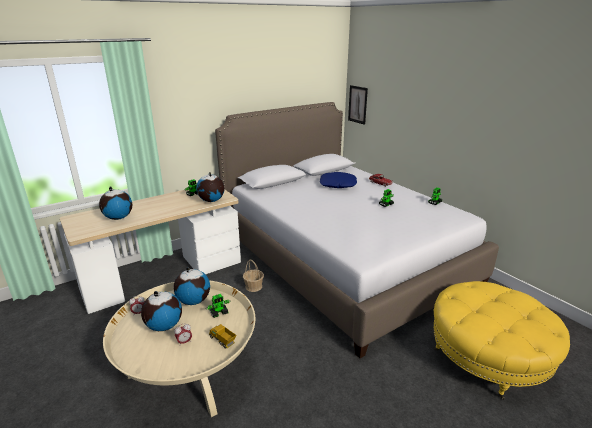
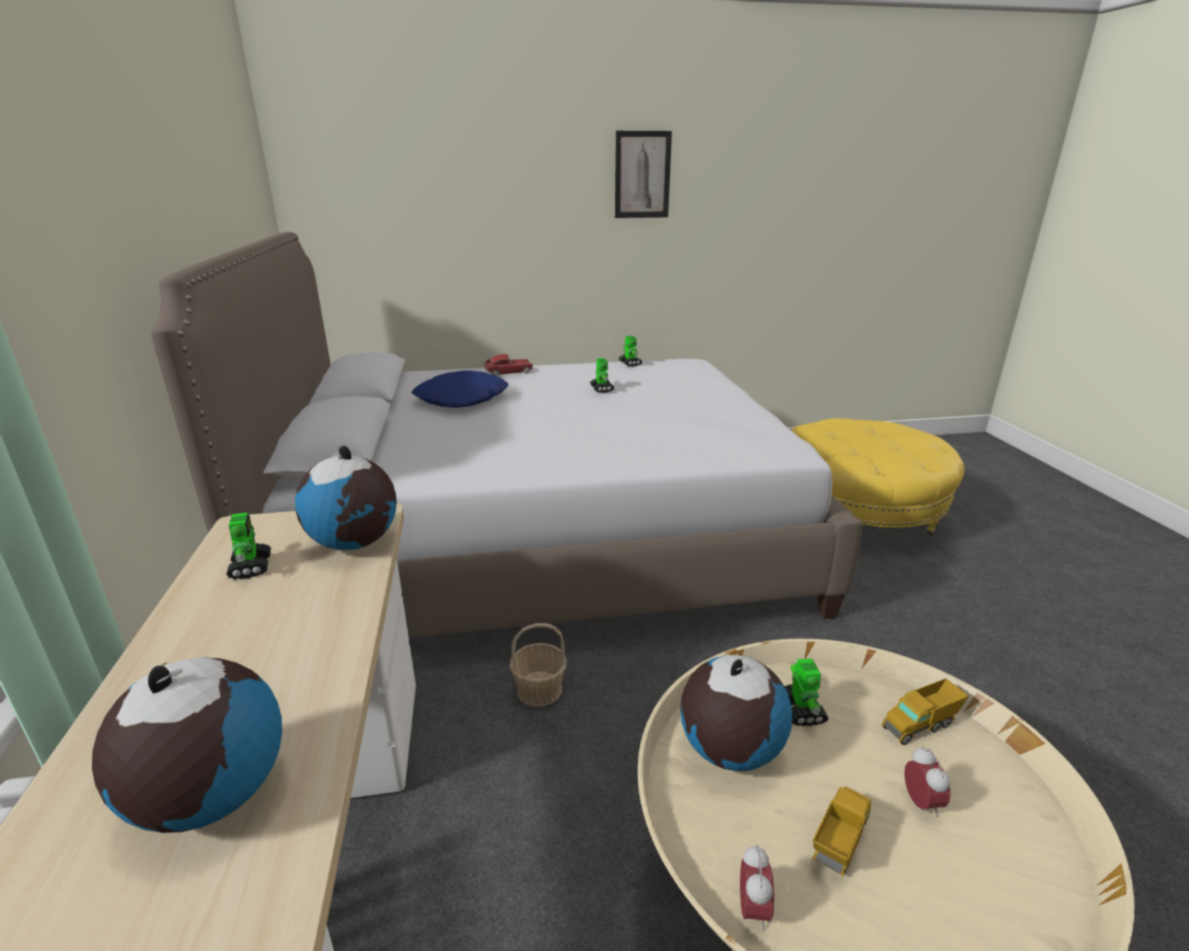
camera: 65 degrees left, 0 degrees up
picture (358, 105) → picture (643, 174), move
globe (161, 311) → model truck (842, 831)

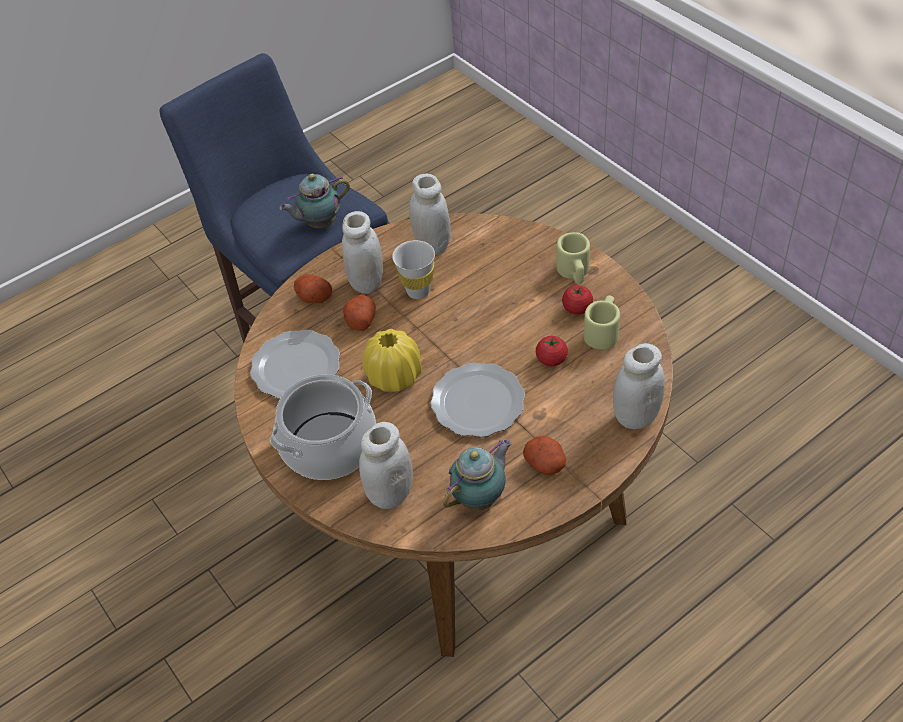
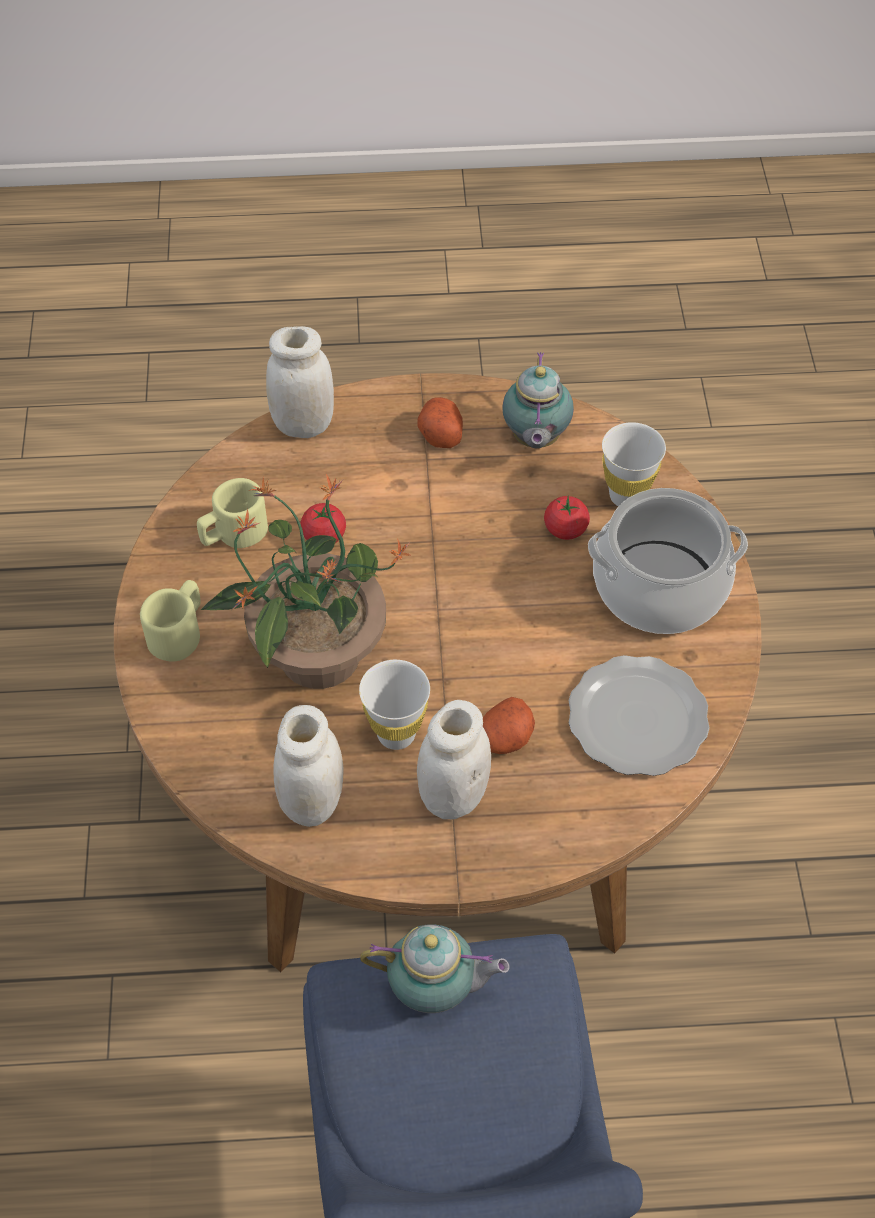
camera: 150 degrees left, 5 degrees up
whole potato (313, 288) → -
decorative vase in yellow (392, 360) → -
dinner plate (477, 399) → -
- → potted plant (306, 581)
whole tomato (577, 300) → whole tomato (567, 517), move
storage jar in whitish (386, 465) → cup in whitish (634, 464)
teapot (477, 475) → teapot (538, 400), 75 degrees counterclockwise

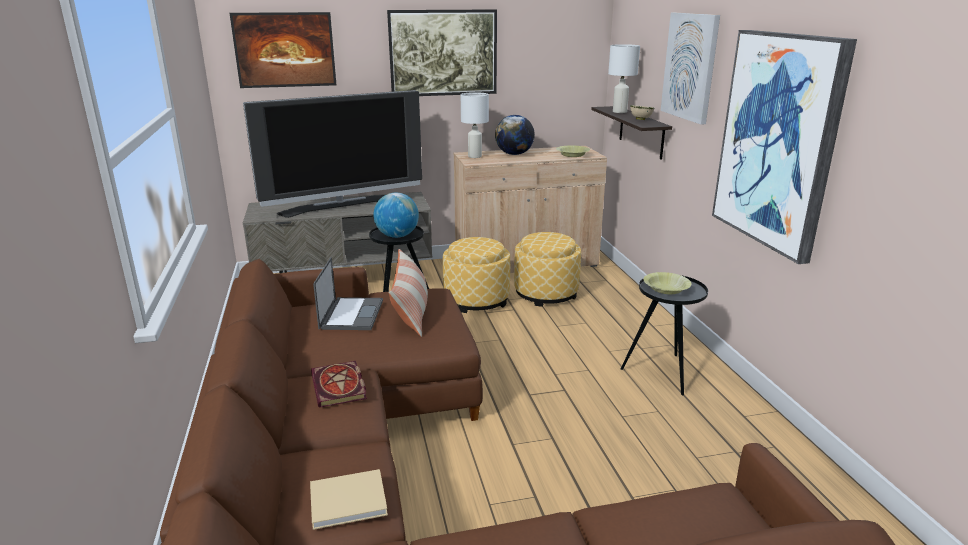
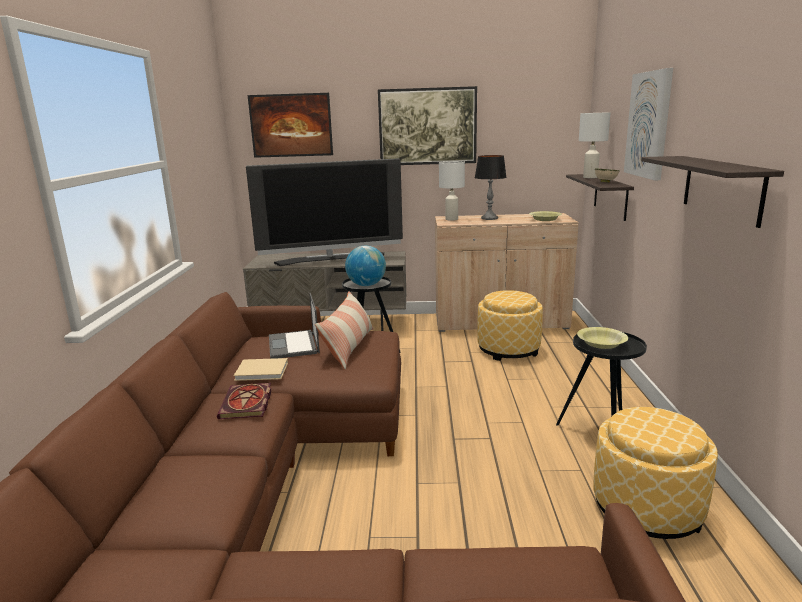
camera: 15 degrees right, 5 degrees down
bound book in beige (349, 499) → bound book in beige (261, 369), move
ottoman (476, 275) → ottoman (655, 473), move
globe (515, 135) → table lamp (491, 187)
picture (784, 147) → shelf (712, 192)
laptop (348, 293) → laptop (294, 325), 150 degrees clockwise

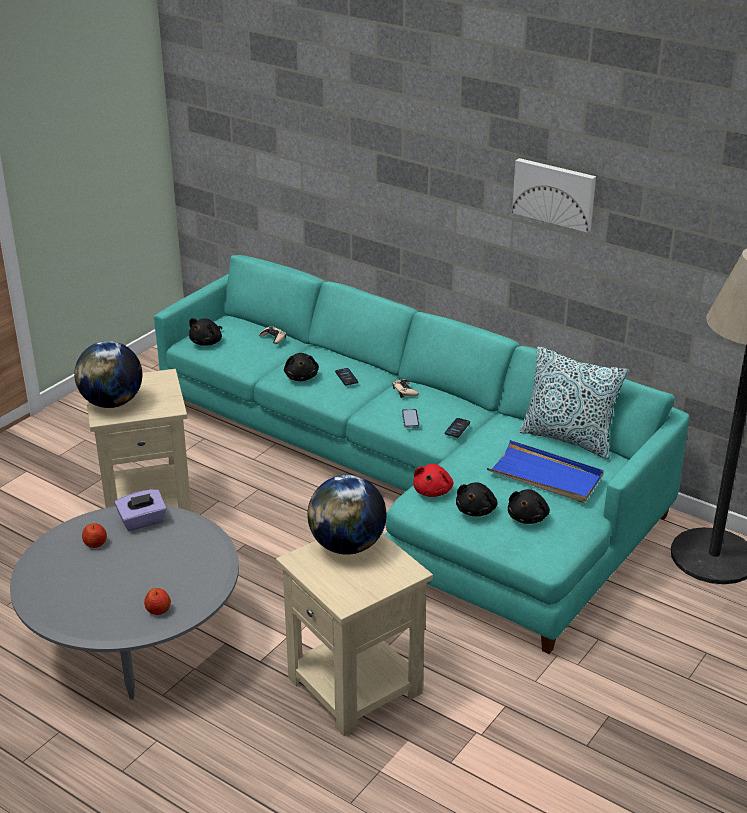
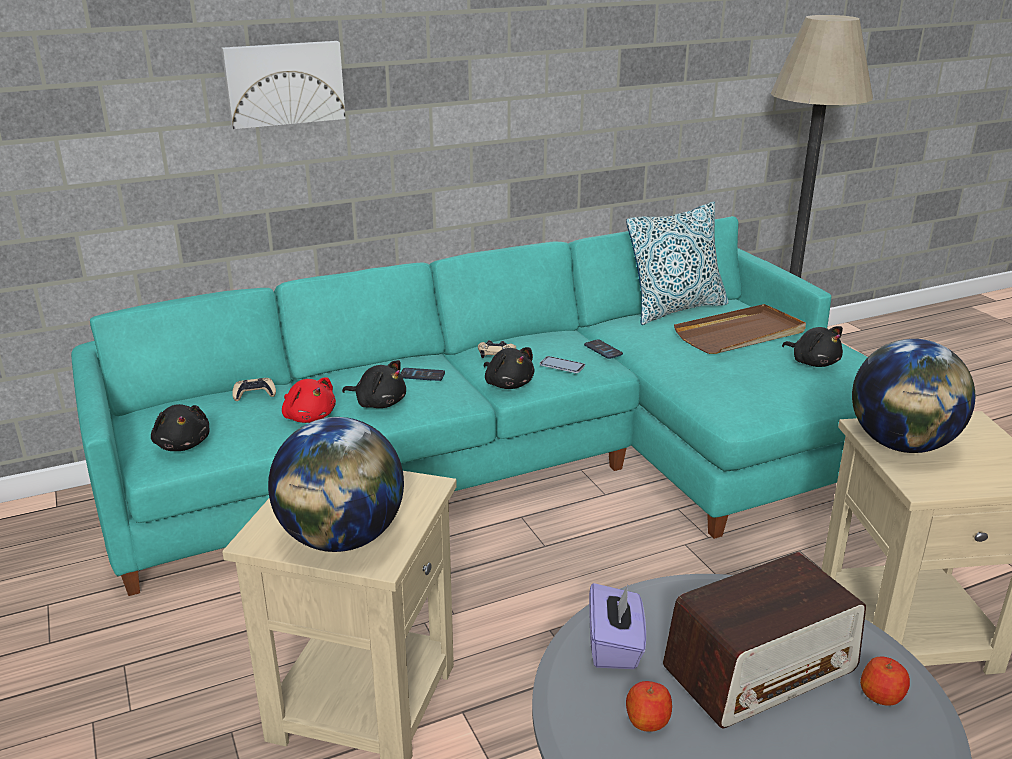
camera: 60 degrees left, 5 degrees down
- → radio (764, 640)
plush toy in red (433, 480) → plush toy in red (309, 400), move
plush toy in black-coloured (476, 499) → plush toy in black-coloured (509, 368), move
picture (554, 195) → picture (283, 85), move
tray in blue (545, 471) → tray in brown (740, 329)

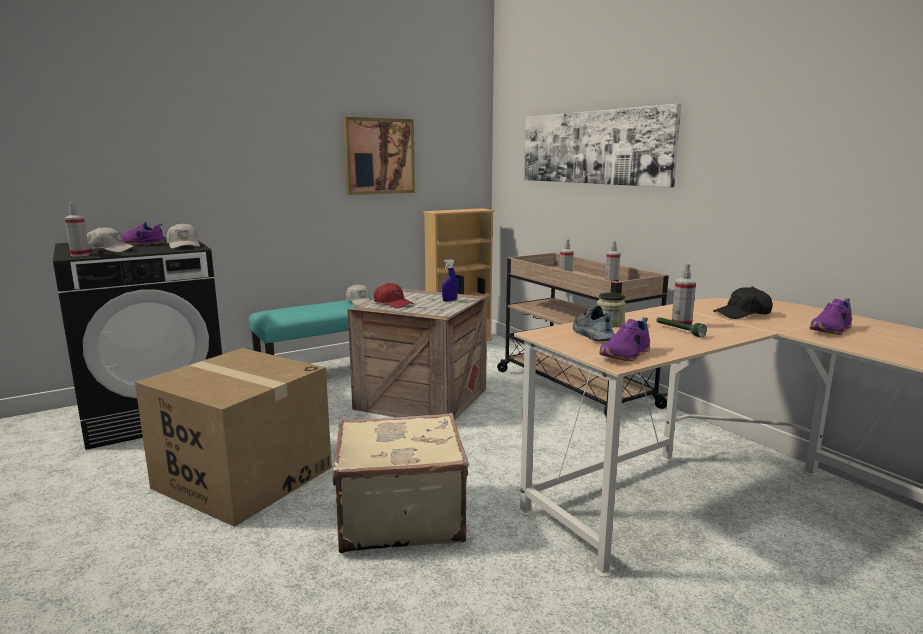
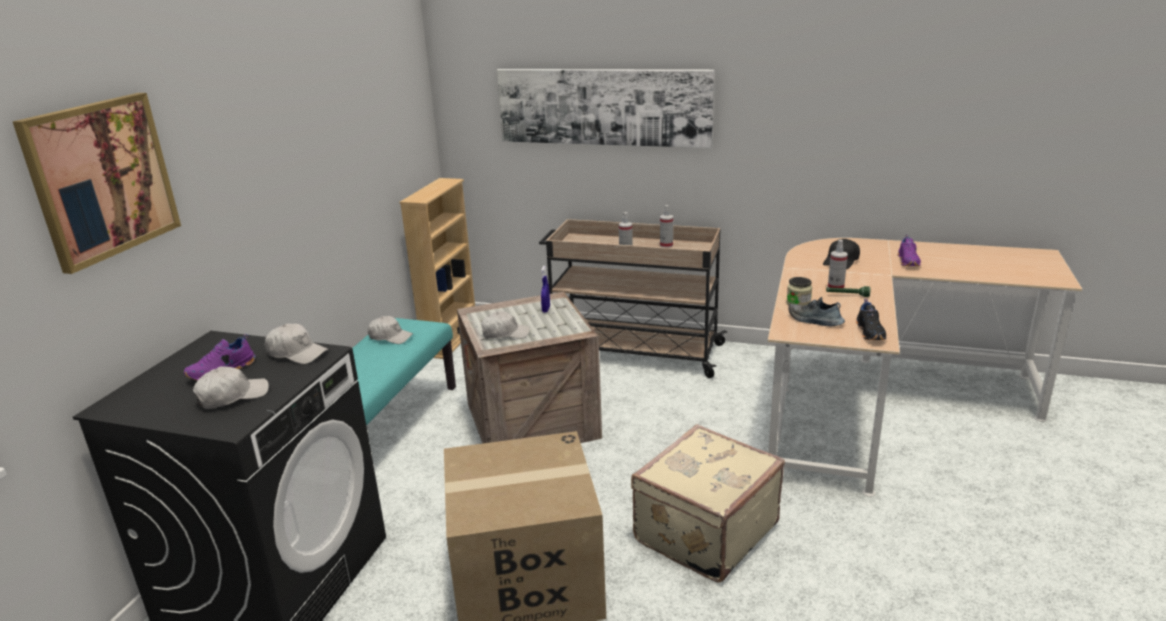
camera: 40 degrees left, 10 degrees up
spray bottle (77, 230) → -
picture (379, 156) → picture (96, 183), move
baseball cap in red (394, 295) → baseball cap in whitish (505, 325)
shoe in purple (624, 339) → shoe in black-coloured (871, 319)

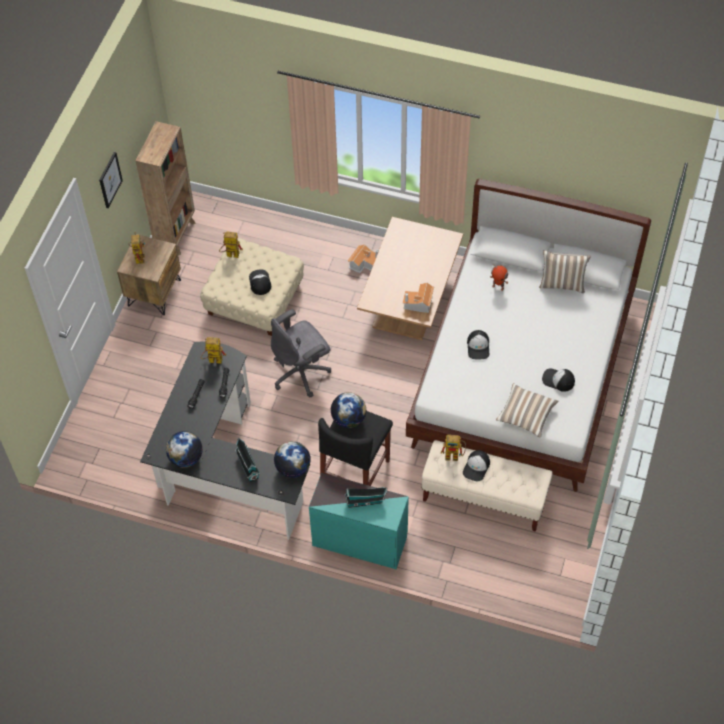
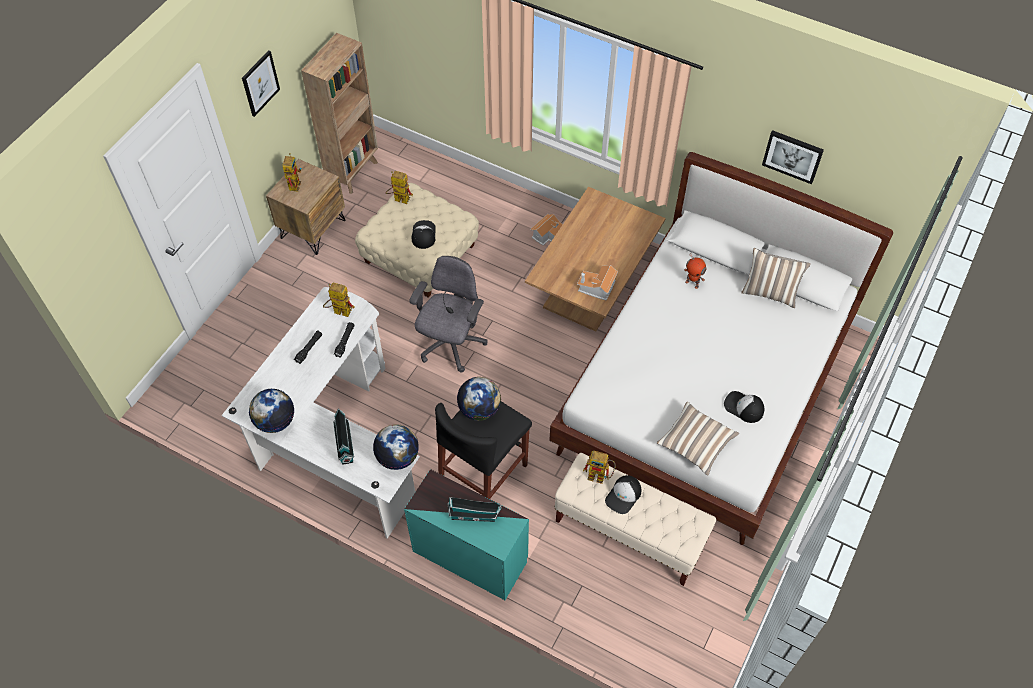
camera: 10 degrees right, 0 degrees up
baseball cap (478, 344) → -
- → picture (793, 157)
desk unit in black-coloured (225, 440) → desk unit in whitish (321, 413)
desk chair in gray (301, 353) → desk chair in gray (448, 314), 135 degrees clockwise

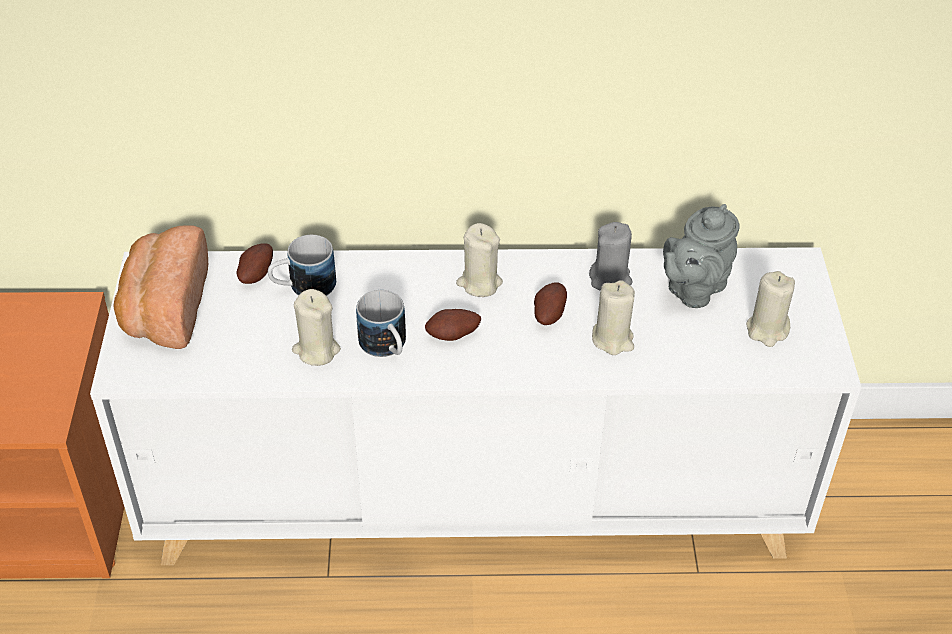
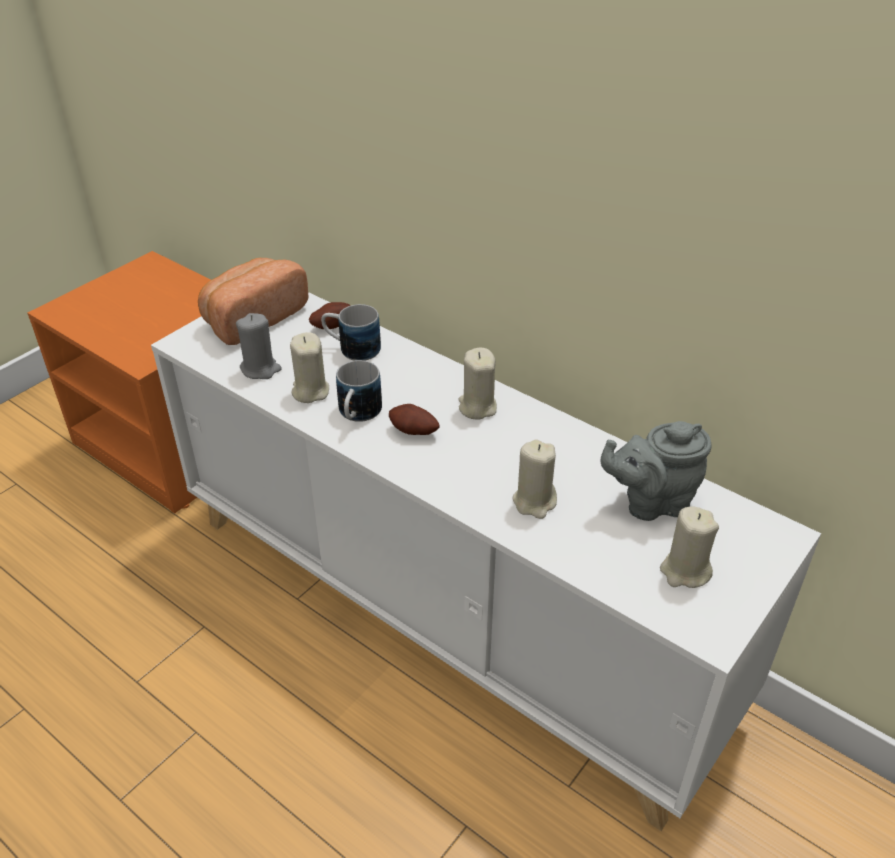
camera: 40 degrees right, 5 degrees down
whole potato (550, 304) → -
candle in gray (611, 256) → candle in gray (258, 346), move

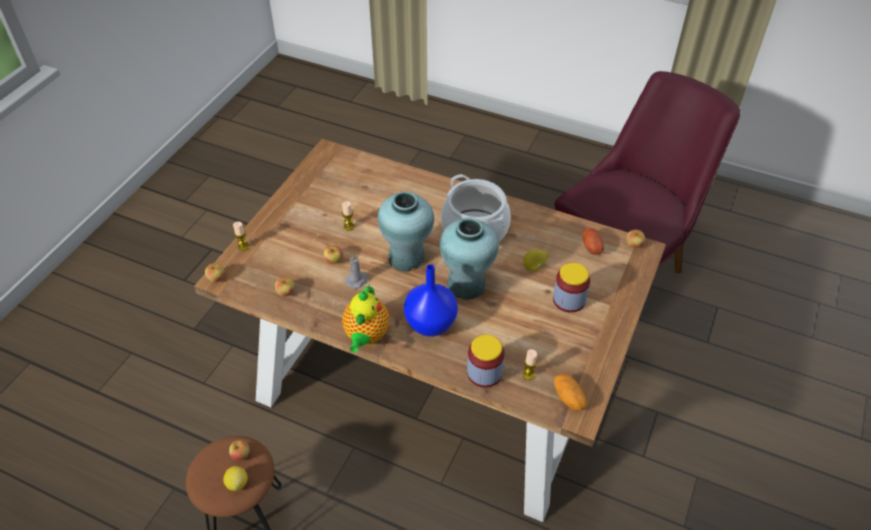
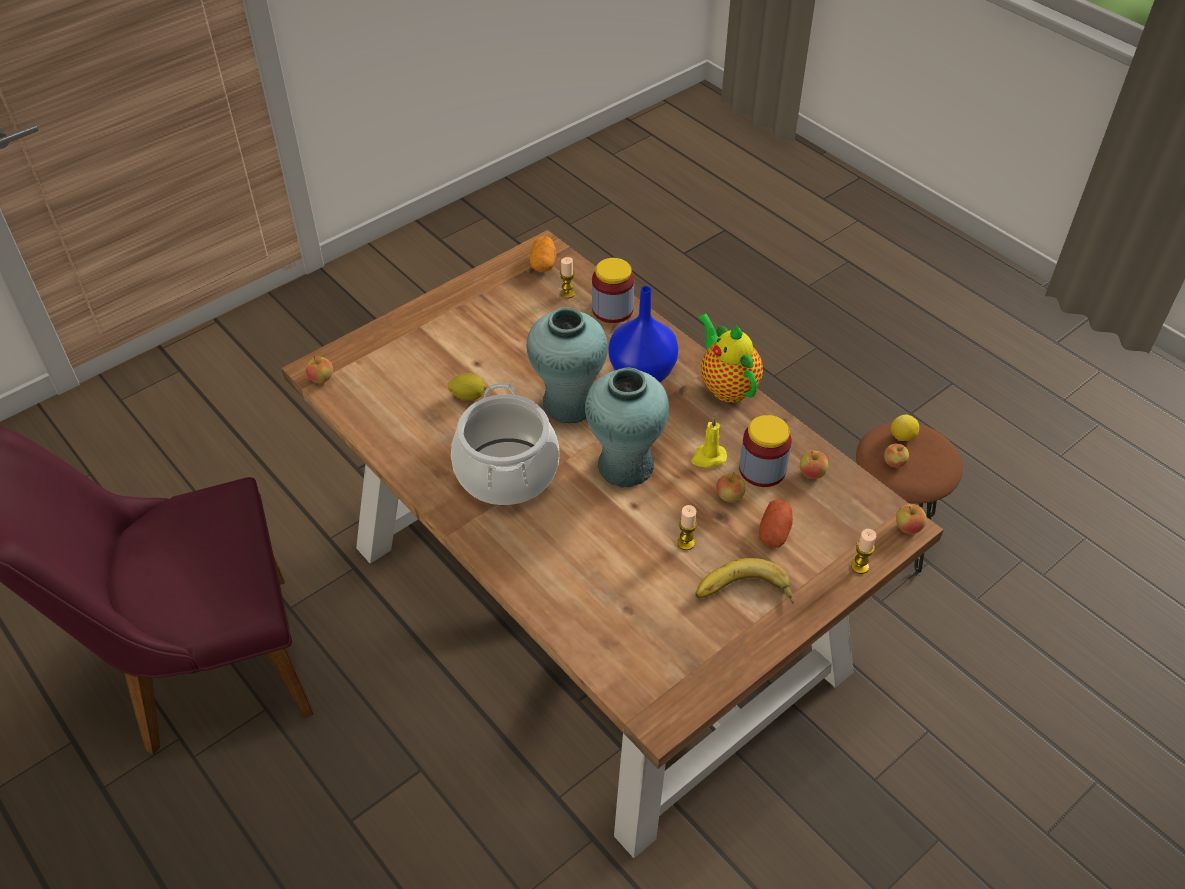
camera: 155 degrees left, 0 degrees up
- → whole banana (745, 581)
storage jar (571, 287) → storage jar (765, 451), move
whole potato (593, 241) → whole potato (776, 523), move
candle in gray (356, 271) → candle in yellow (709, 442)
teapot (365, 318) → teapot (730, 358), 60 degrees counterclockwise

